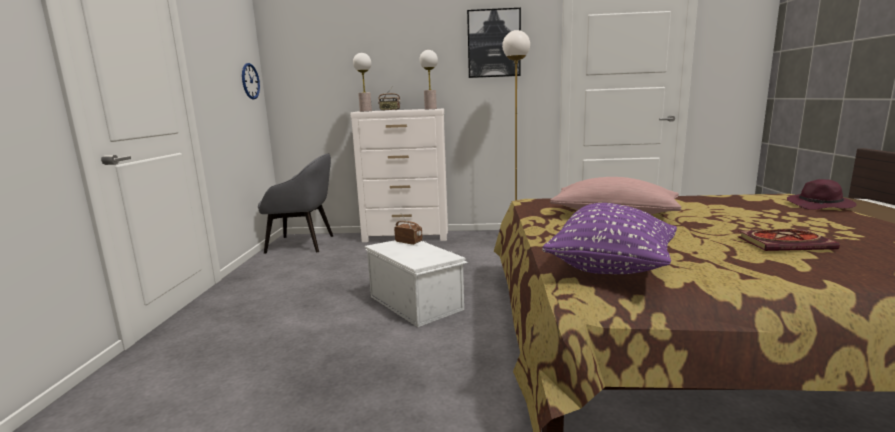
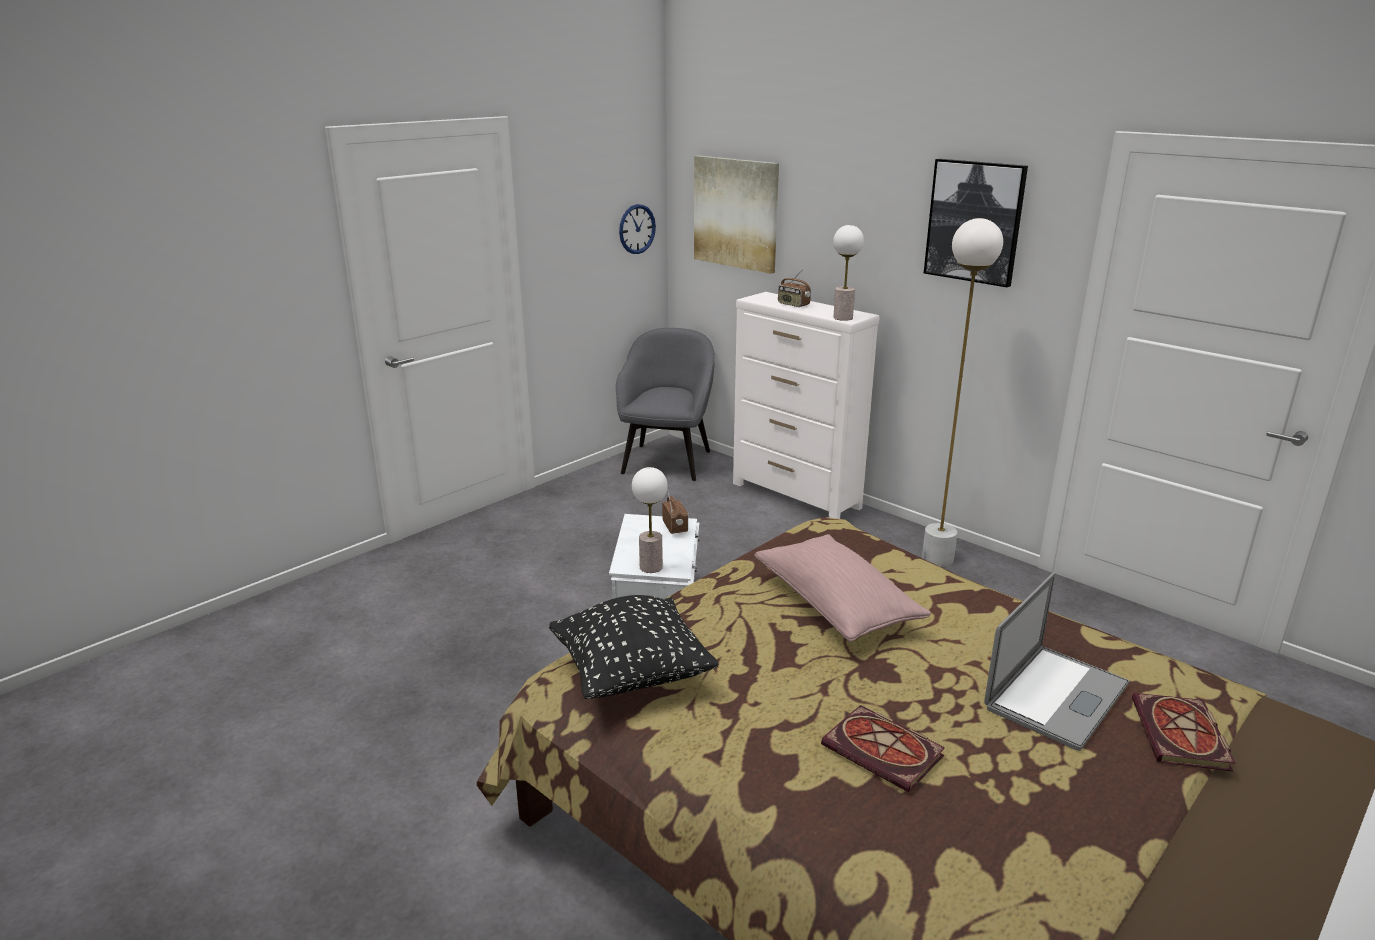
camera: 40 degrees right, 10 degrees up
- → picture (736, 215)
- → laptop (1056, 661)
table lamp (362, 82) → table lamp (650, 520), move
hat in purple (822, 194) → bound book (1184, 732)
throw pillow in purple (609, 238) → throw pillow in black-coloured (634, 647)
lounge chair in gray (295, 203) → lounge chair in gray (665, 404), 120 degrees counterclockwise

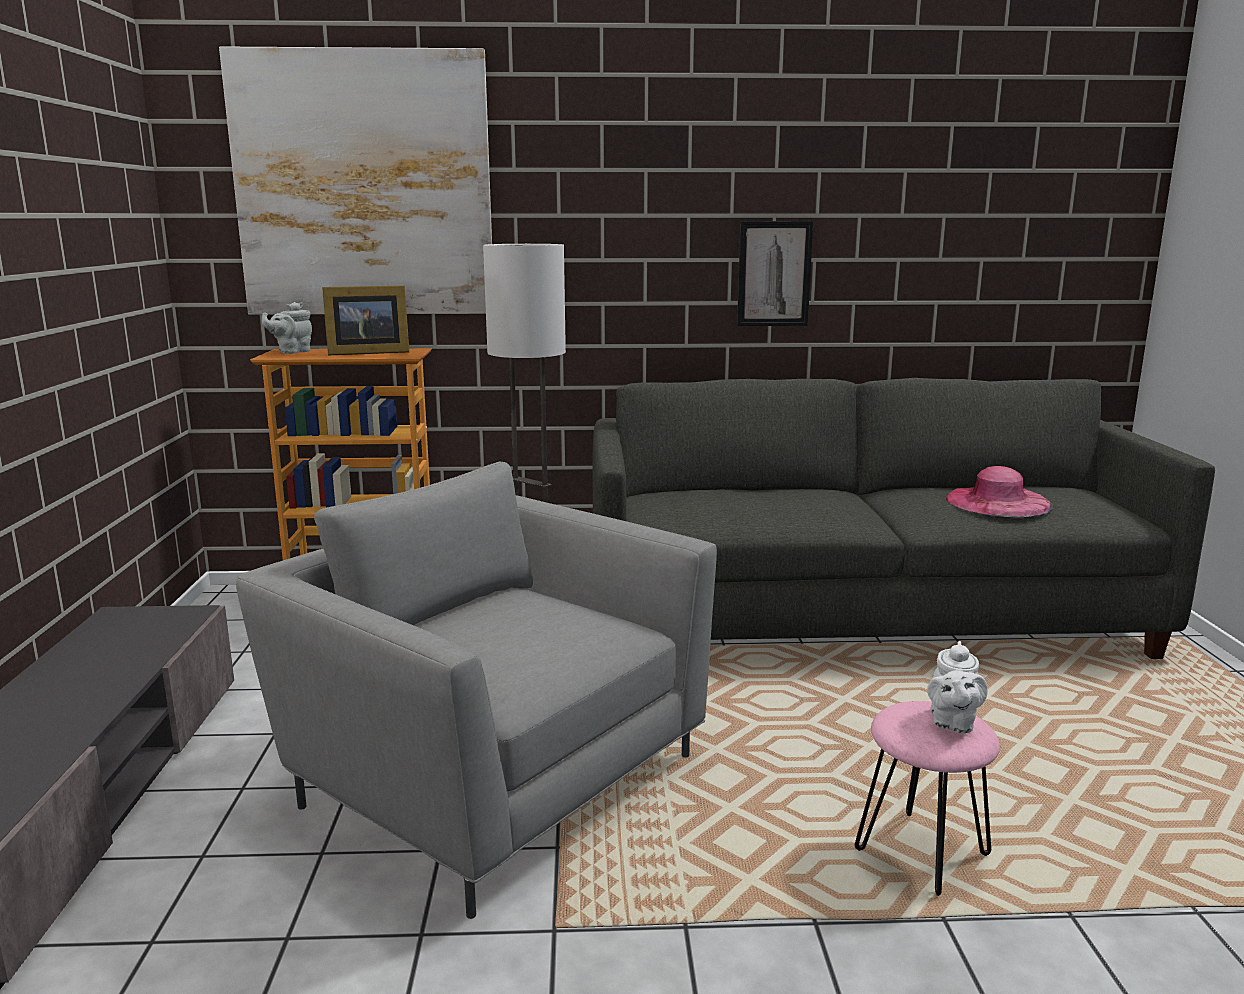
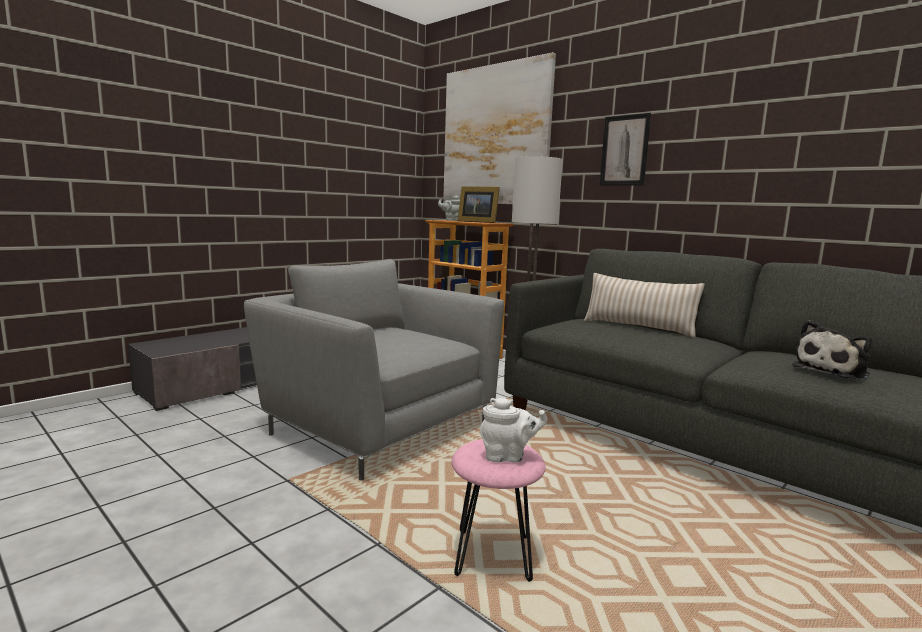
camera: 45 degrees right, 5 degrees down
- → throw pillow in beige (644, 305)
picture (775, 273) → picture (625, 149), move
hat in pink (999, 491) → plush toy (832, 350)
lounge chair in gray (476, 690) → lounge chair in gray (374, 369), 45 degrees counterclockwise
teapot in whitish (957, 687) → teapot in whitish (513, 429), 150 degrees counterclockwise

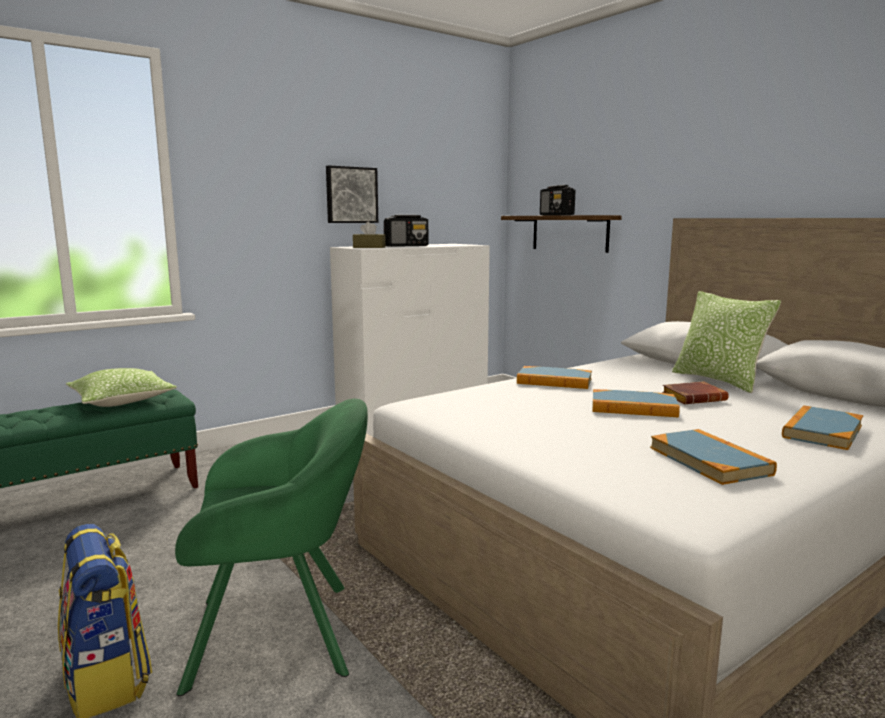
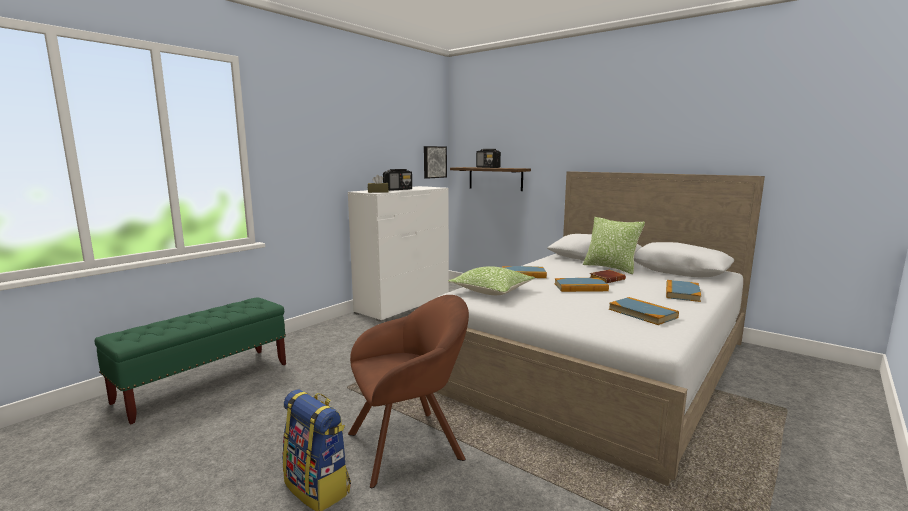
camera: 15 degrees left, 0 degrees up
throw pillow (121, 387) → throw pillow (491, 280), move
picture (352, 194) → picture (435, 162), move
lounge chair in greenish (271, 547) → lounge chair in brown (408, 391)

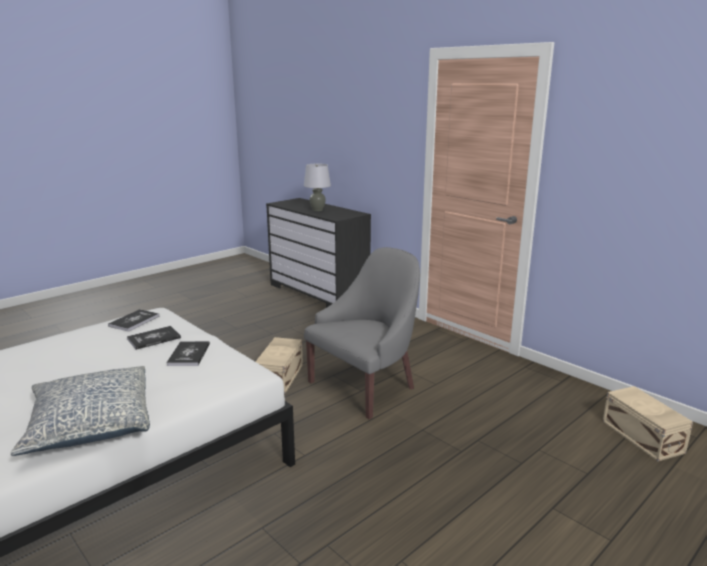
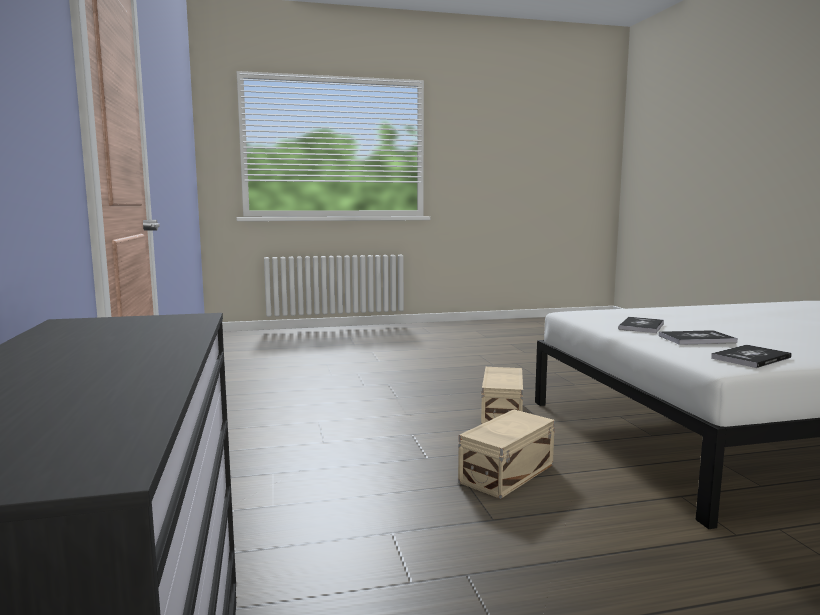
camera: 150 degrees left, 10 degrees down
throw pillow (80, 411) → -
table lamp in gray (317, 187) → -
lounge chair in gray (362, 333) → -
storage box in beige (648, 423) → storage box in beige (502, 395), move

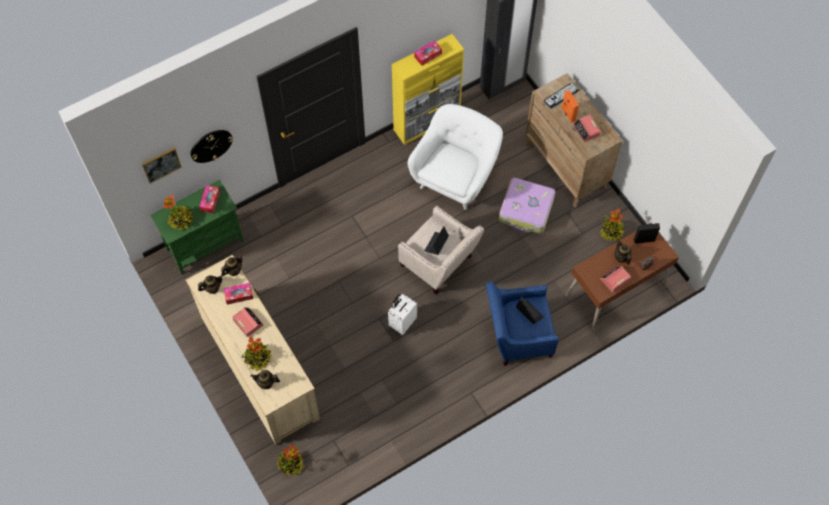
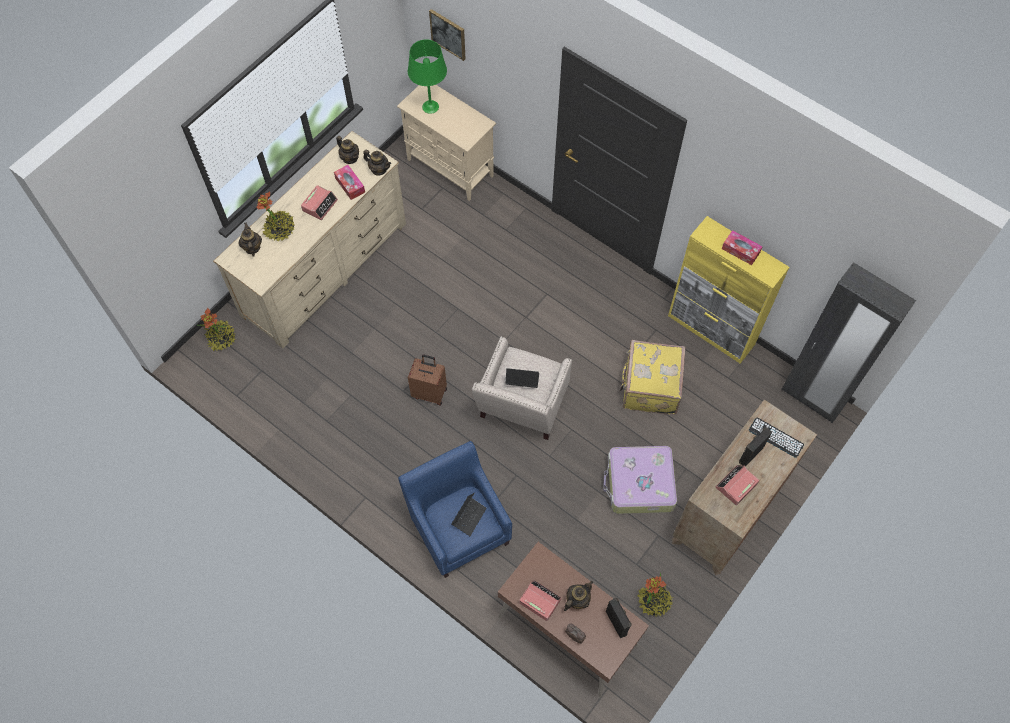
camera: 70 degrees right, 0 degrees up
wall clock (212, 146) → -
box of tissues (209, 199) → -
potted plant (178, 212) → table lamp in greenish (427, 76)
lounge chair in whitish (455, 157) → suitcase in yellow (652, 377)
storage cabinet in greenish (197, 227) → storage cabinet in beige (446, 143)
suitcase in whitish (402, 314) → suitcase in brown (427, 380)
audio speaker in orange-coloured (570, 106) → audio speaker in black-coloured (755, 447)

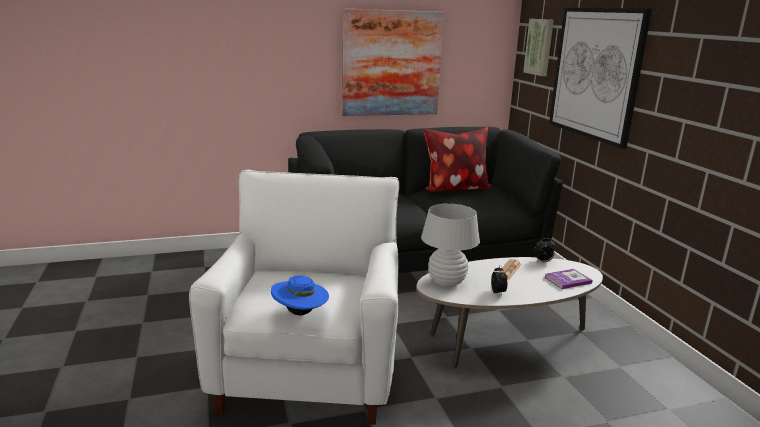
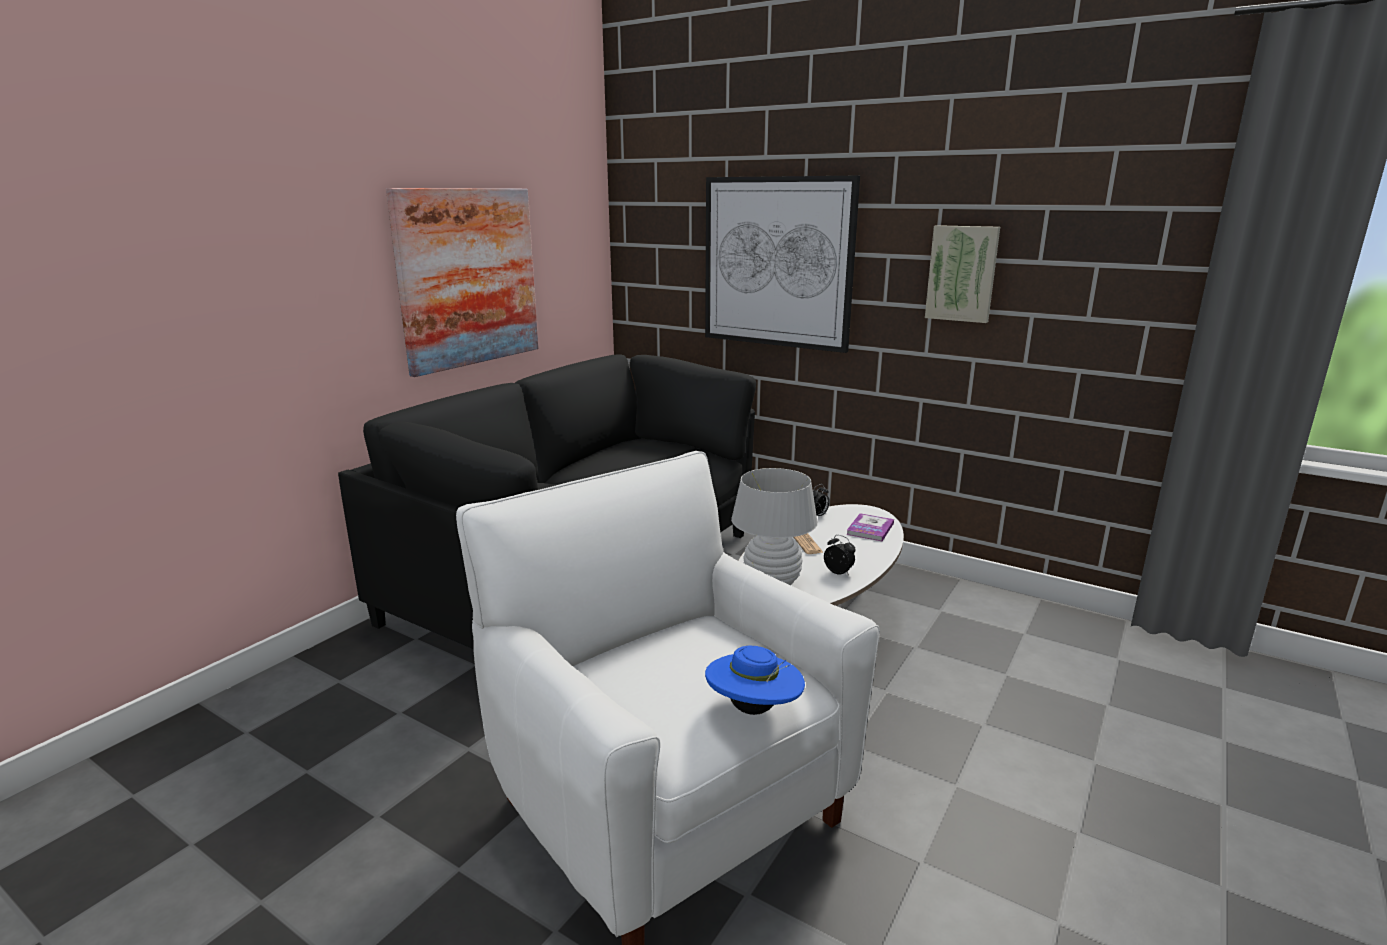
camera: 40 degrees left, 0 degrees up
throw pillow (457, 159) → -
picture (538, 47) → picture (962, 274), move

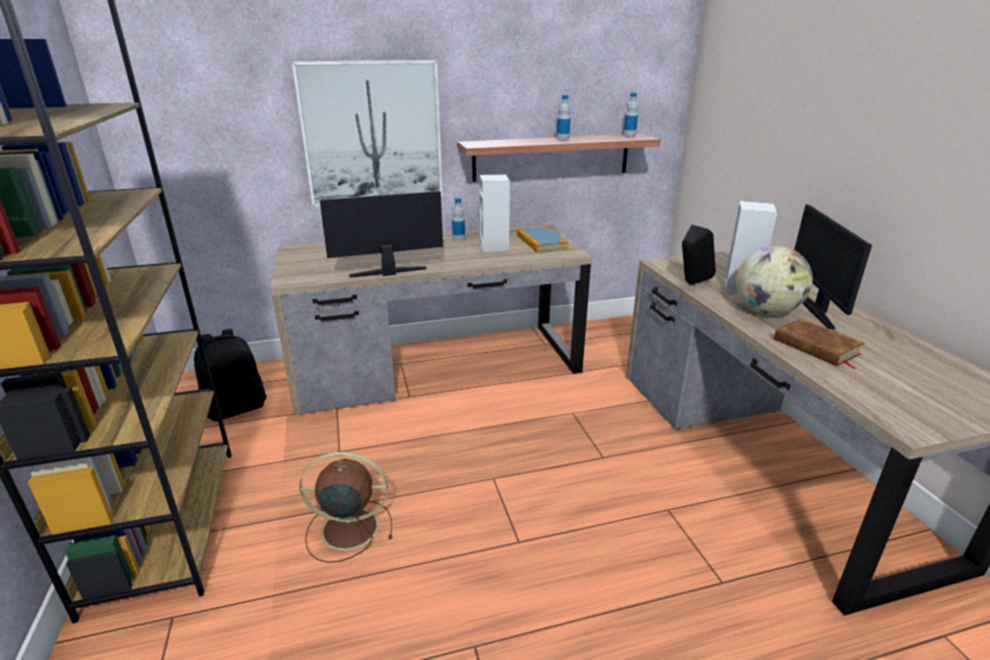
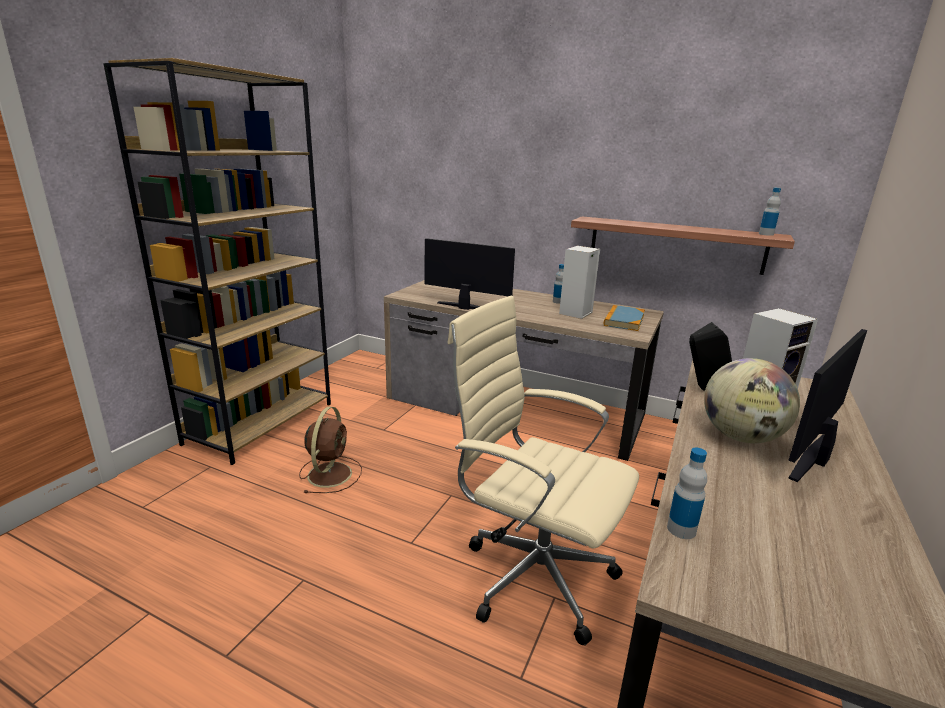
camera: 40 degrees right, 5 degrees down
backpack in black-coloured (230, 375) → -
picture (367, 133) → -
bound book in brown (819, 344) → -
- → desk chair in beige (543, 471)
beverage bottle (563, 118) → beverage bottle (687, 493), move
electric fan in brown (345, 507) → electric fan in brown (330, 450), 60 degrees clockwise

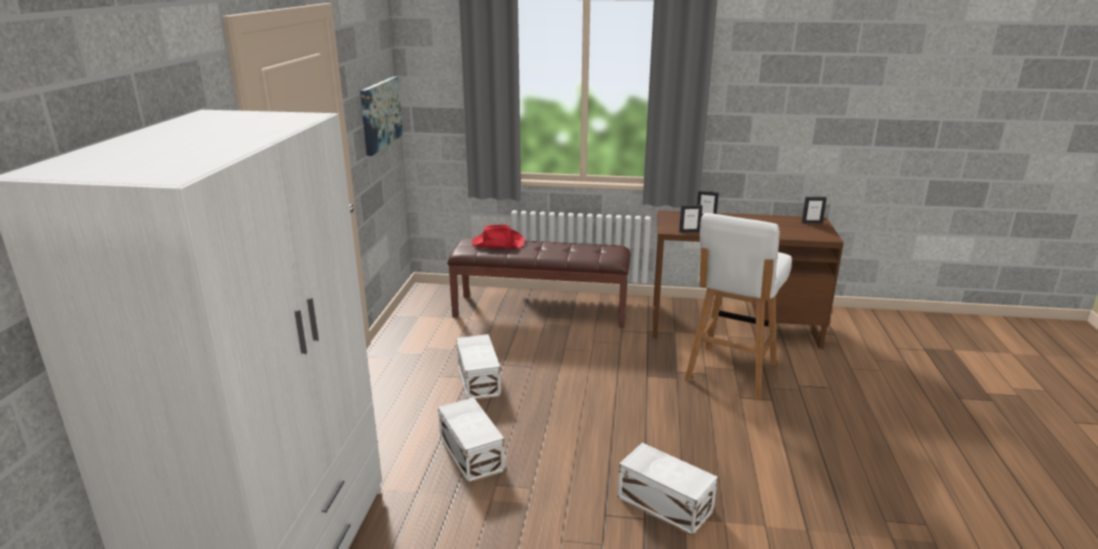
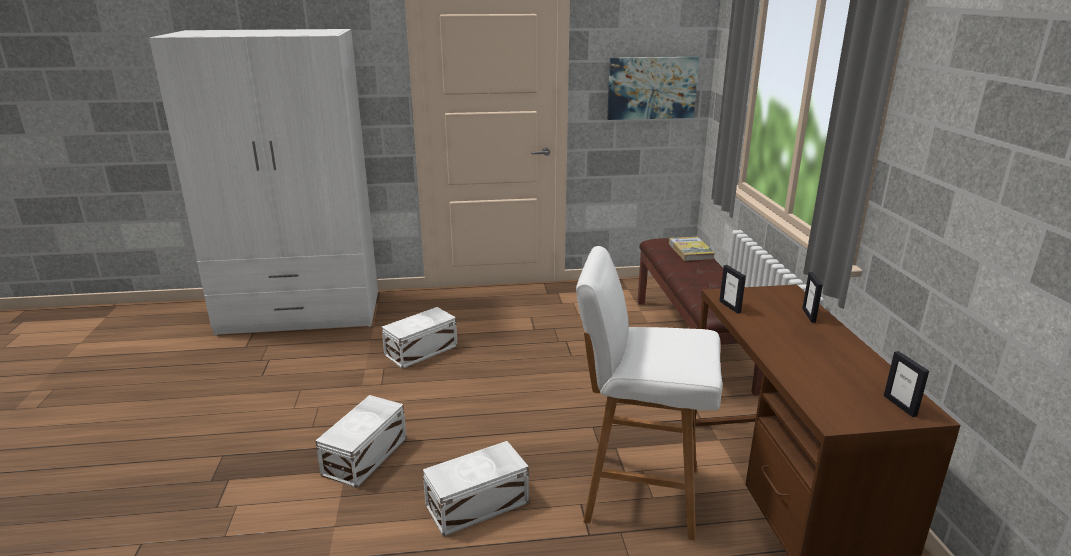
camera: 75 degrees right, 0 degrees up
storage box in whitish (479, 366) → storage box in whitish (476, 489), move
hat in red (498, 236) → bound book (692, 249)

